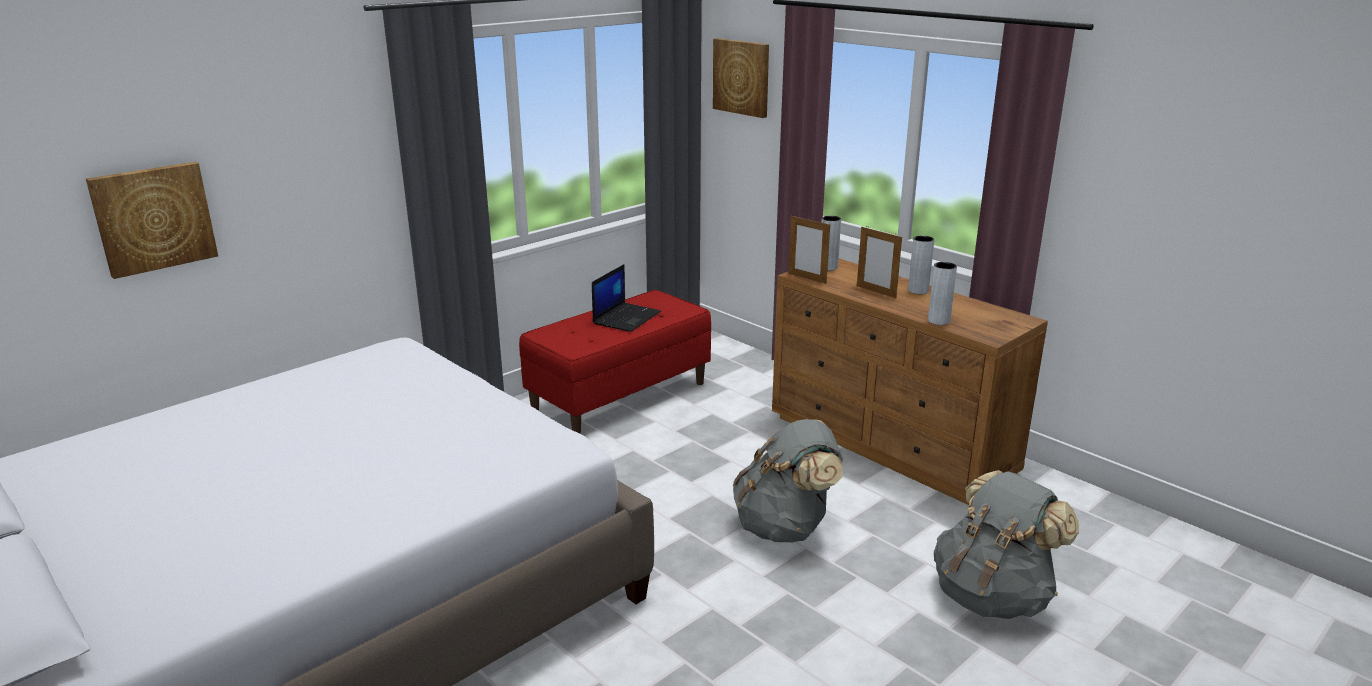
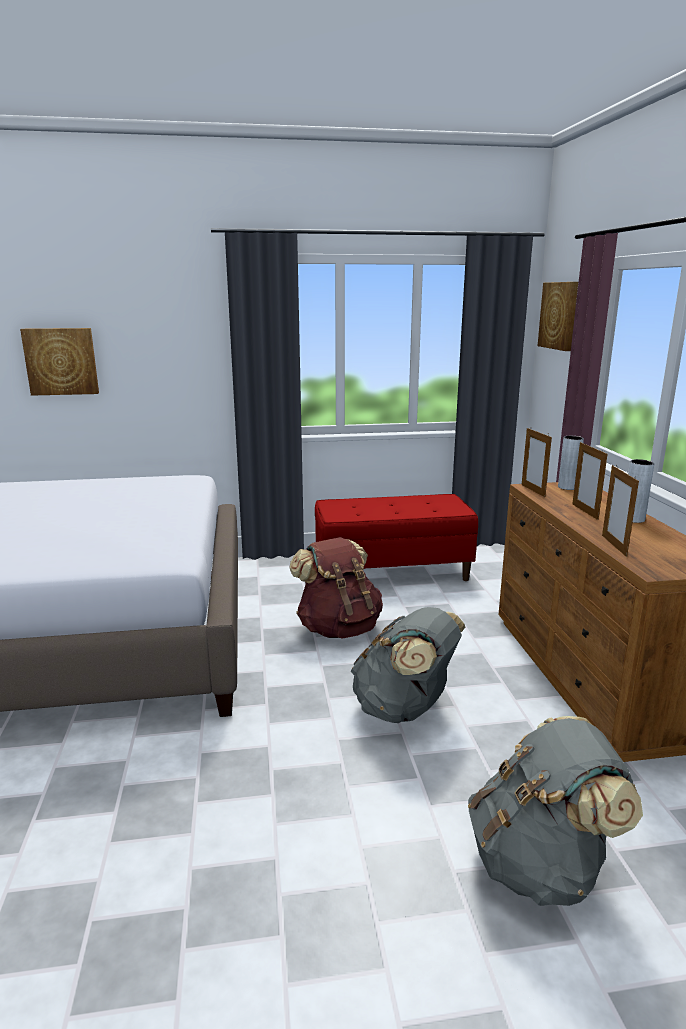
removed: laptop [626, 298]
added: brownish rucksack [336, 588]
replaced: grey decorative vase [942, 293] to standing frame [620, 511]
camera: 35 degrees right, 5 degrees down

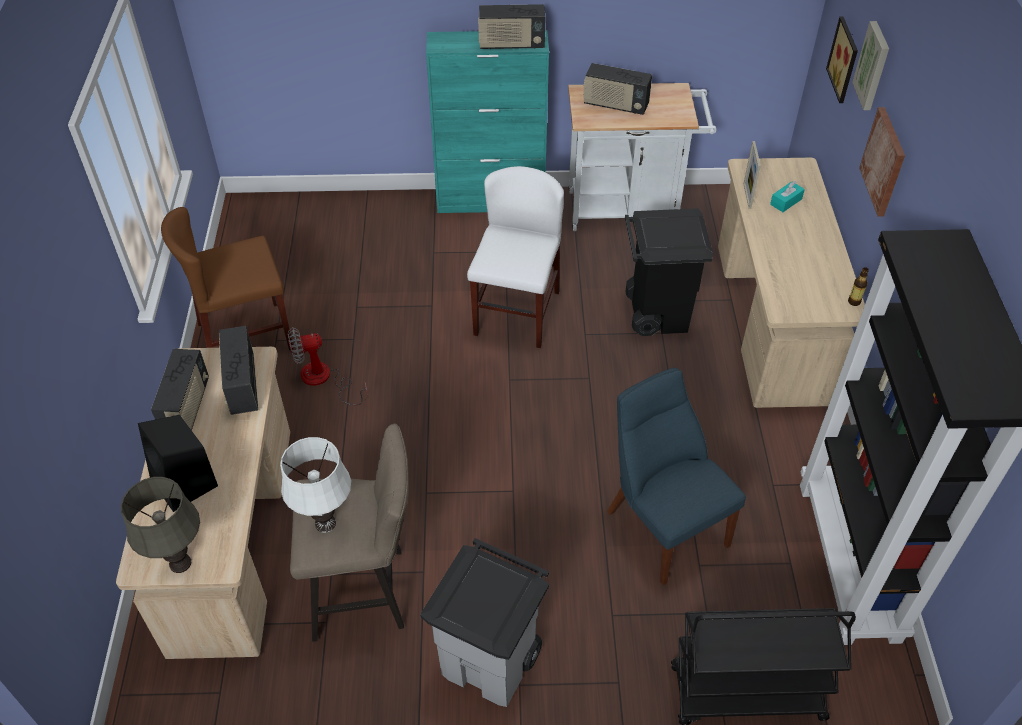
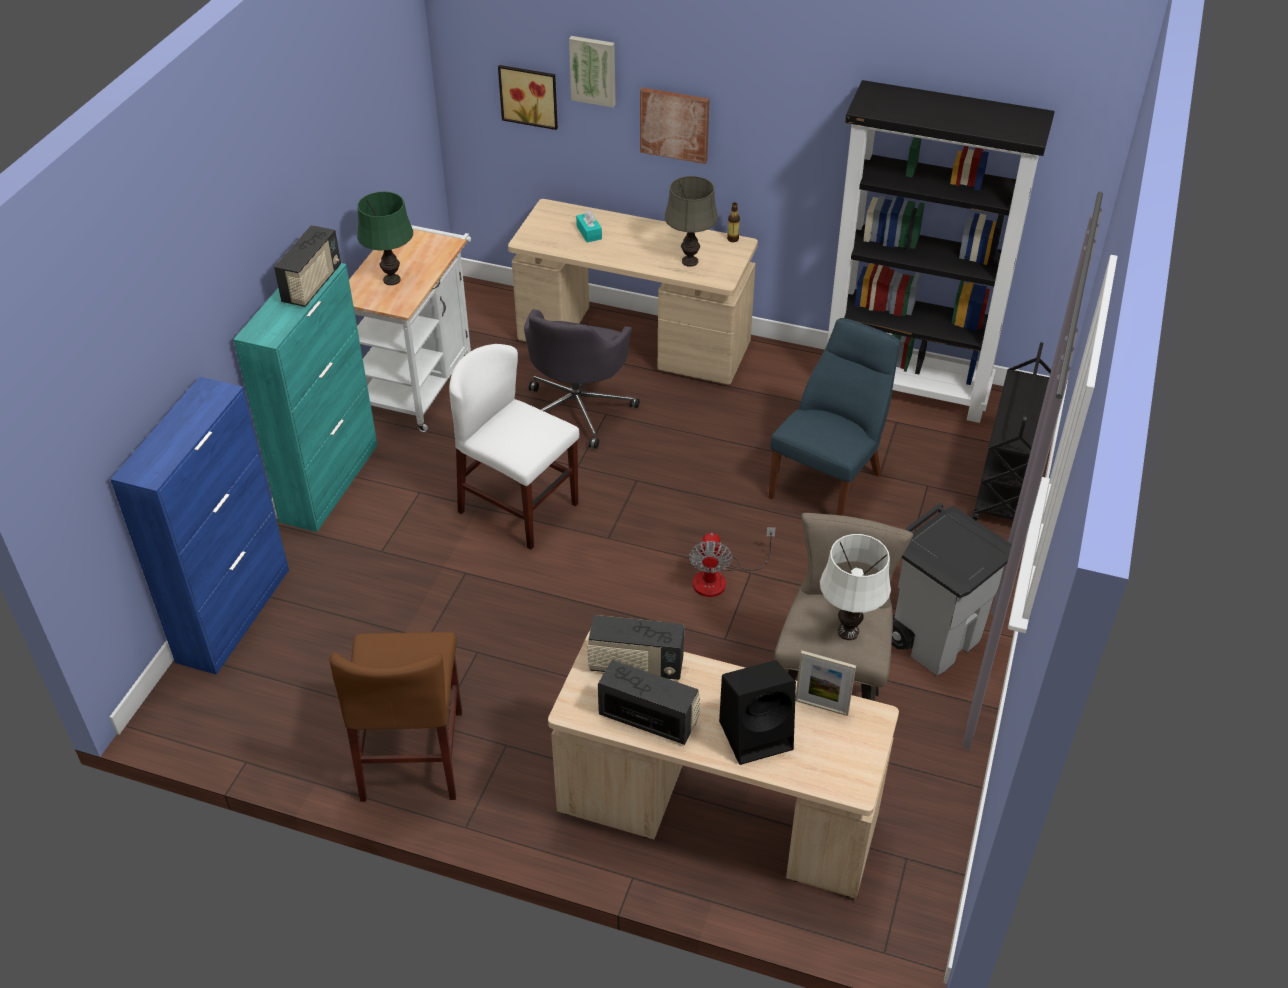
added: blue-coloured cabinet [199, 526]
moved: standing frame [752, 175] to [825, 683]; electric fan [328, 366] to [732, 562]; grey table lamp [160, 525] to [691, 221]
replaced: radio set [617, 89] to greenish table lamp [385, 238]; blackish waste bin [669, 272] to grey desk chair [582, 378]
turned: blue-coloured upright chair [676, 476] = [834, 417] 135 degrees clockwise
camera: 70 degrees left, 5 degrees down

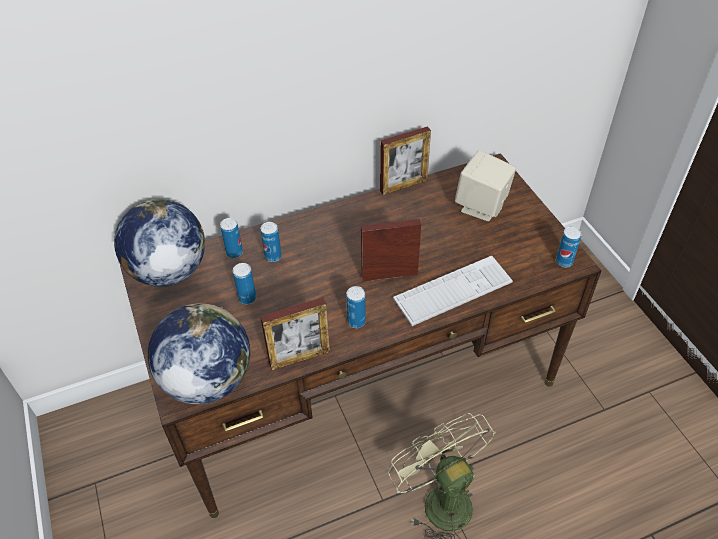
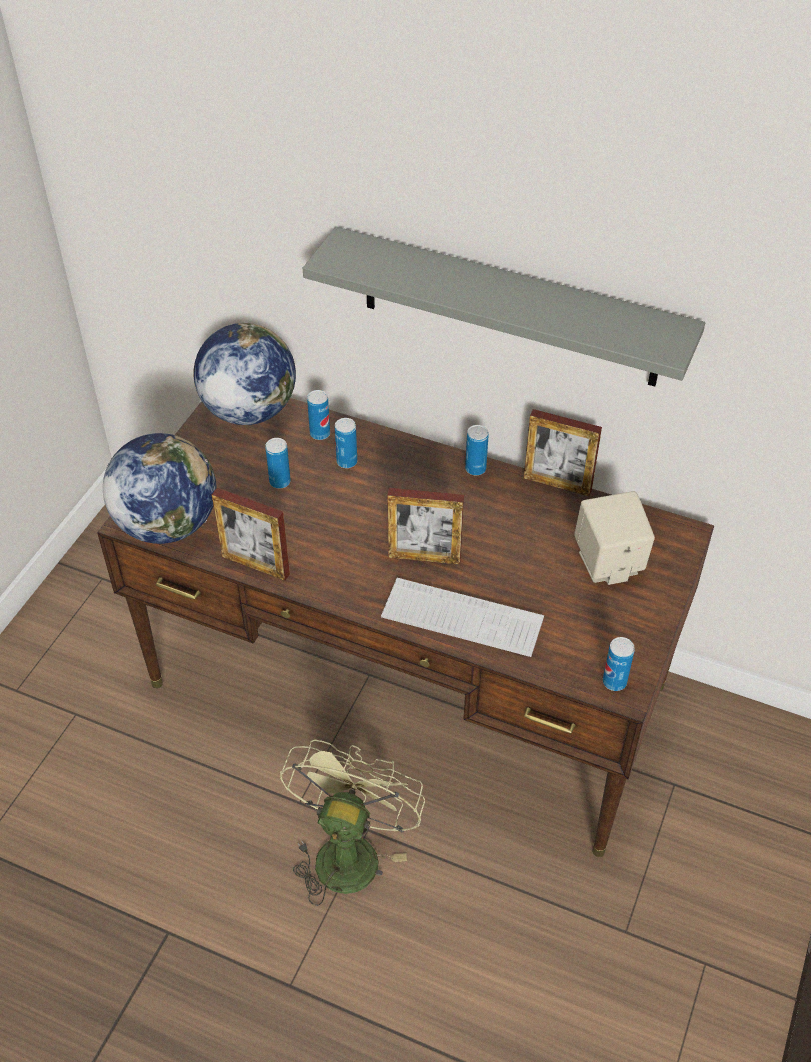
added: grey shelf [504, 307]
moved: can [356, 307] to [477, 450]
turned: standing frame [391, 250] = [425, 526] 150 degrees clockwise
camera: 45 degrees right, 0 degrees up

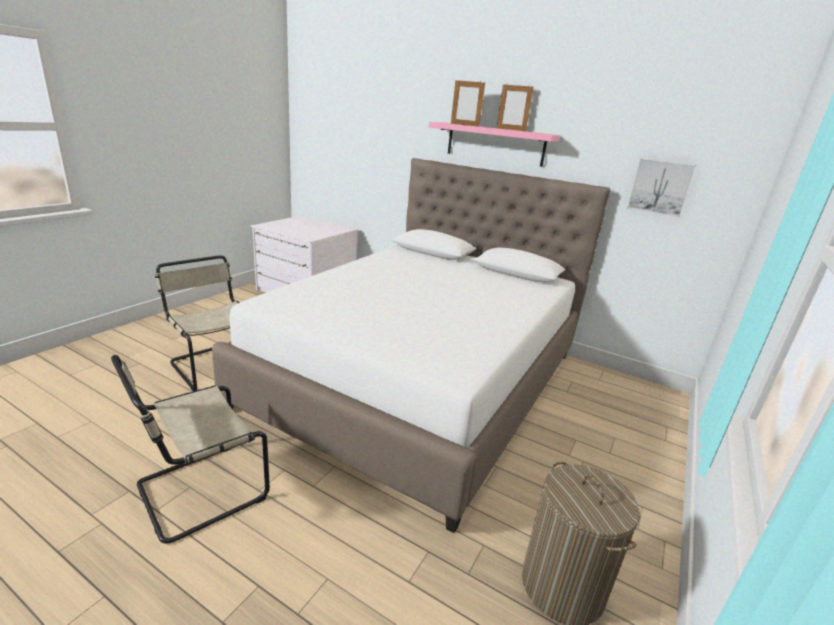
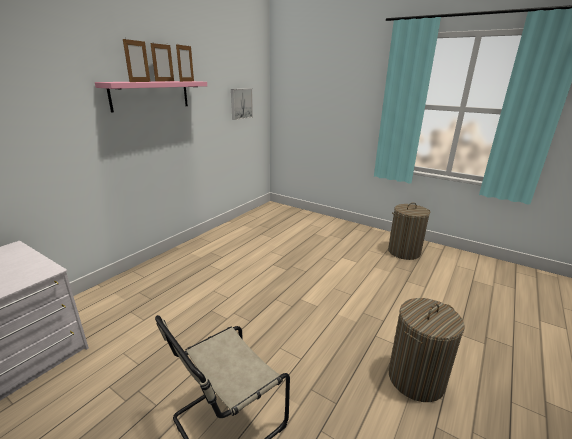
removed: white sleeping bed [411, 345]
added: standing frame [185, 63]
replaced: sand-coloured upright chair [190, 449] to hamper [427, 350]
camera: 85 degrees left, 0 degrees up

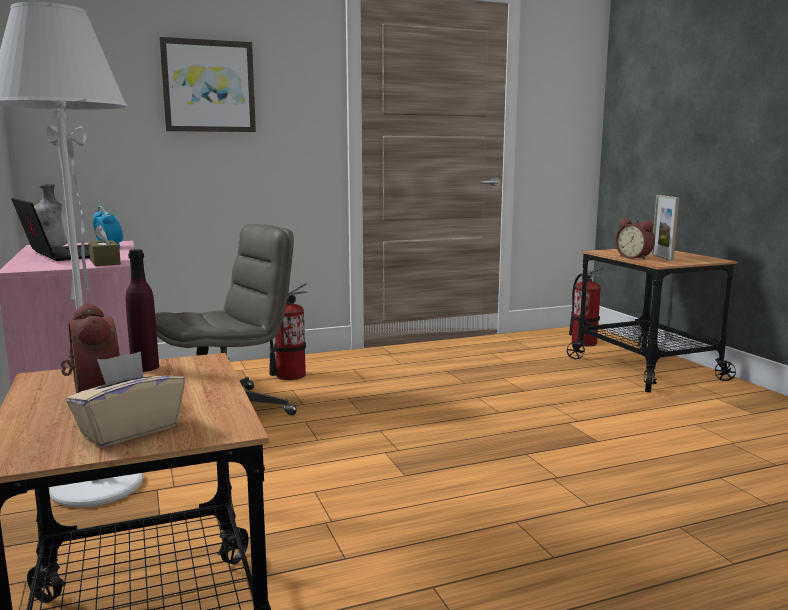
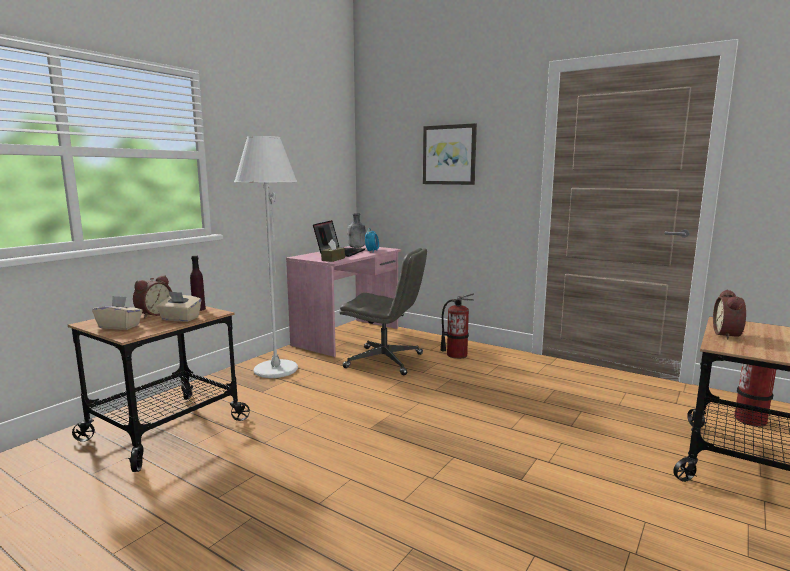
removed: standing frame [665, 228]
added: sand-coloured tissue holder [178, 306]
camera: 55 degrees right, 0 degrees up

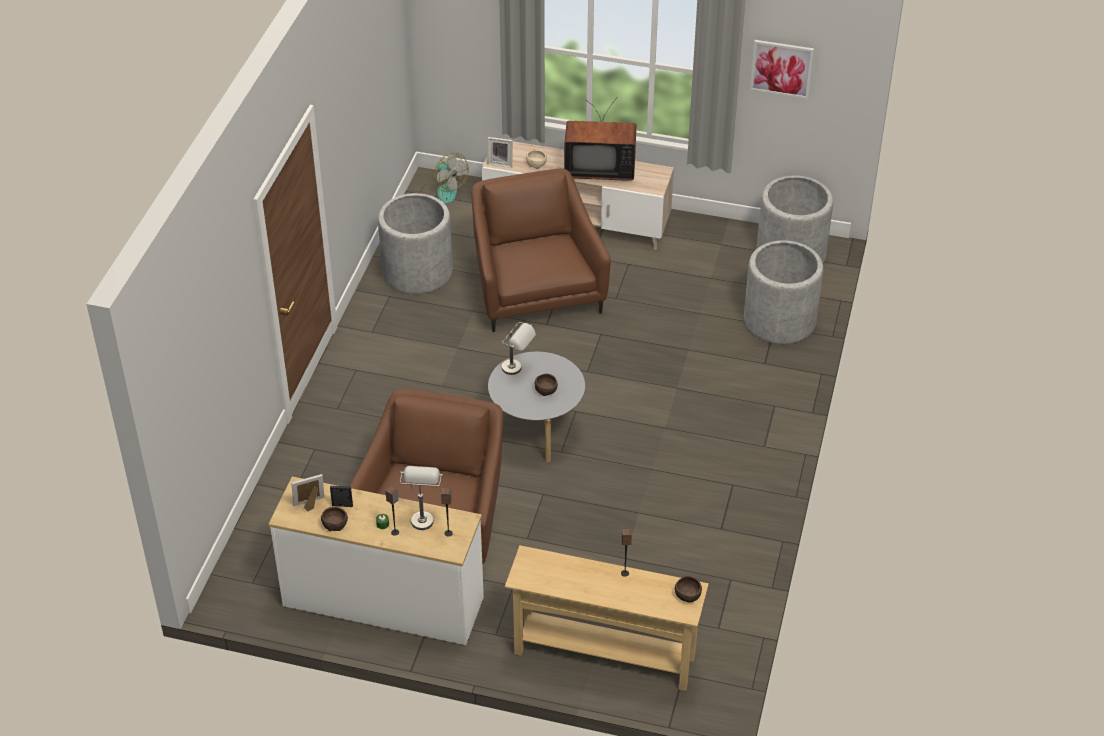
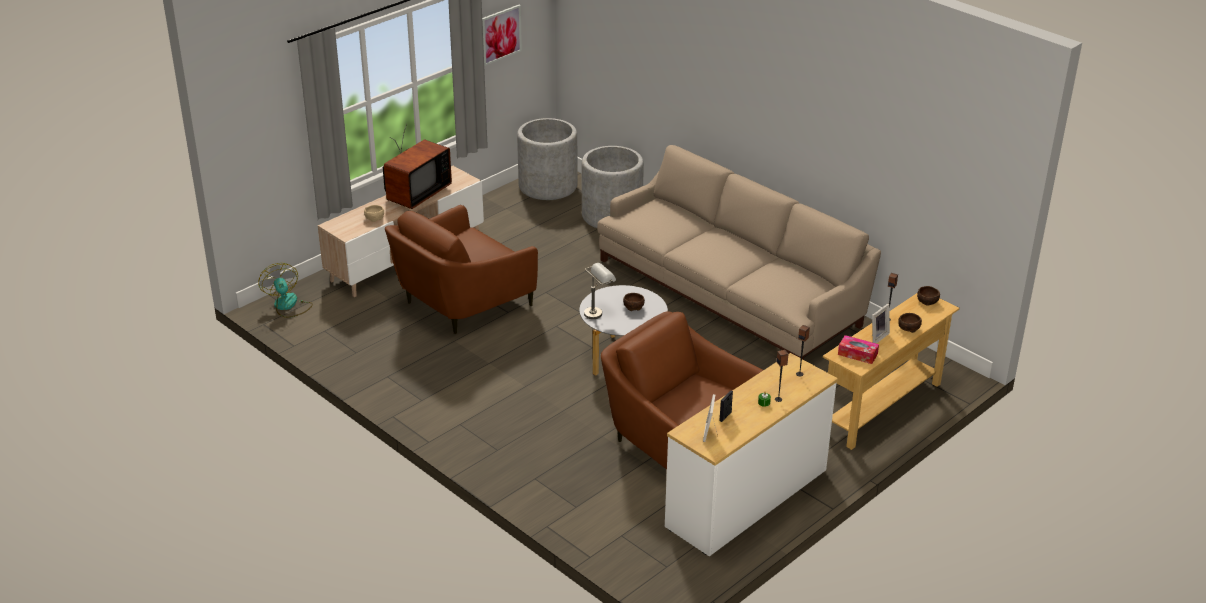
removed: grey flower pot [415, 243]; grey table lamp [421, 498]
added: sand-coloured sofa [739, 252]; tissue holder [858, 349]
moved: standing frame [500, 152] to [881, 324]; brownish serving bowl [334, 519] to [910, 323]
turned: electric fan [444, 178] = [285, 290] 105 degrees counterclockwise; brownish easy chair [541, 250] = [461, 269] 60 degrees counterclockwise
camera: 60 degrees left, 10 degrees down

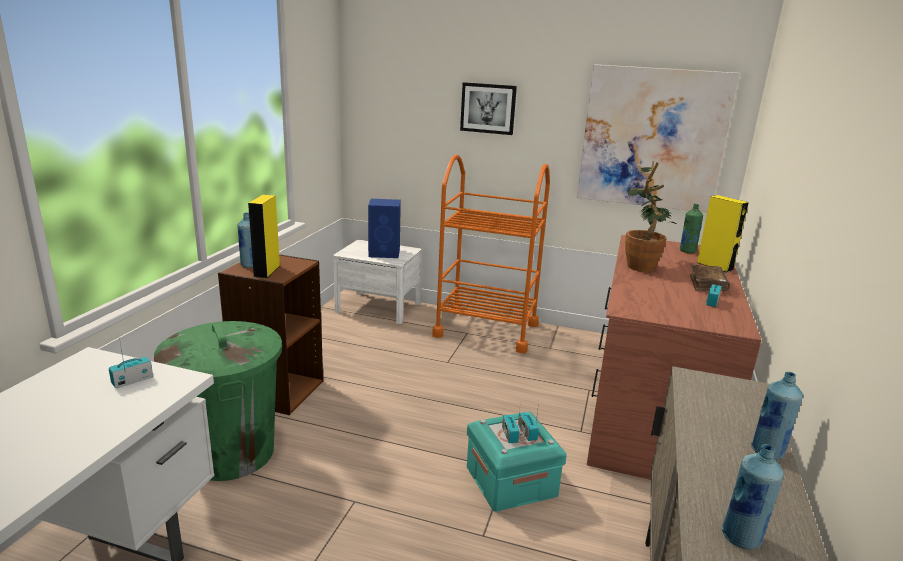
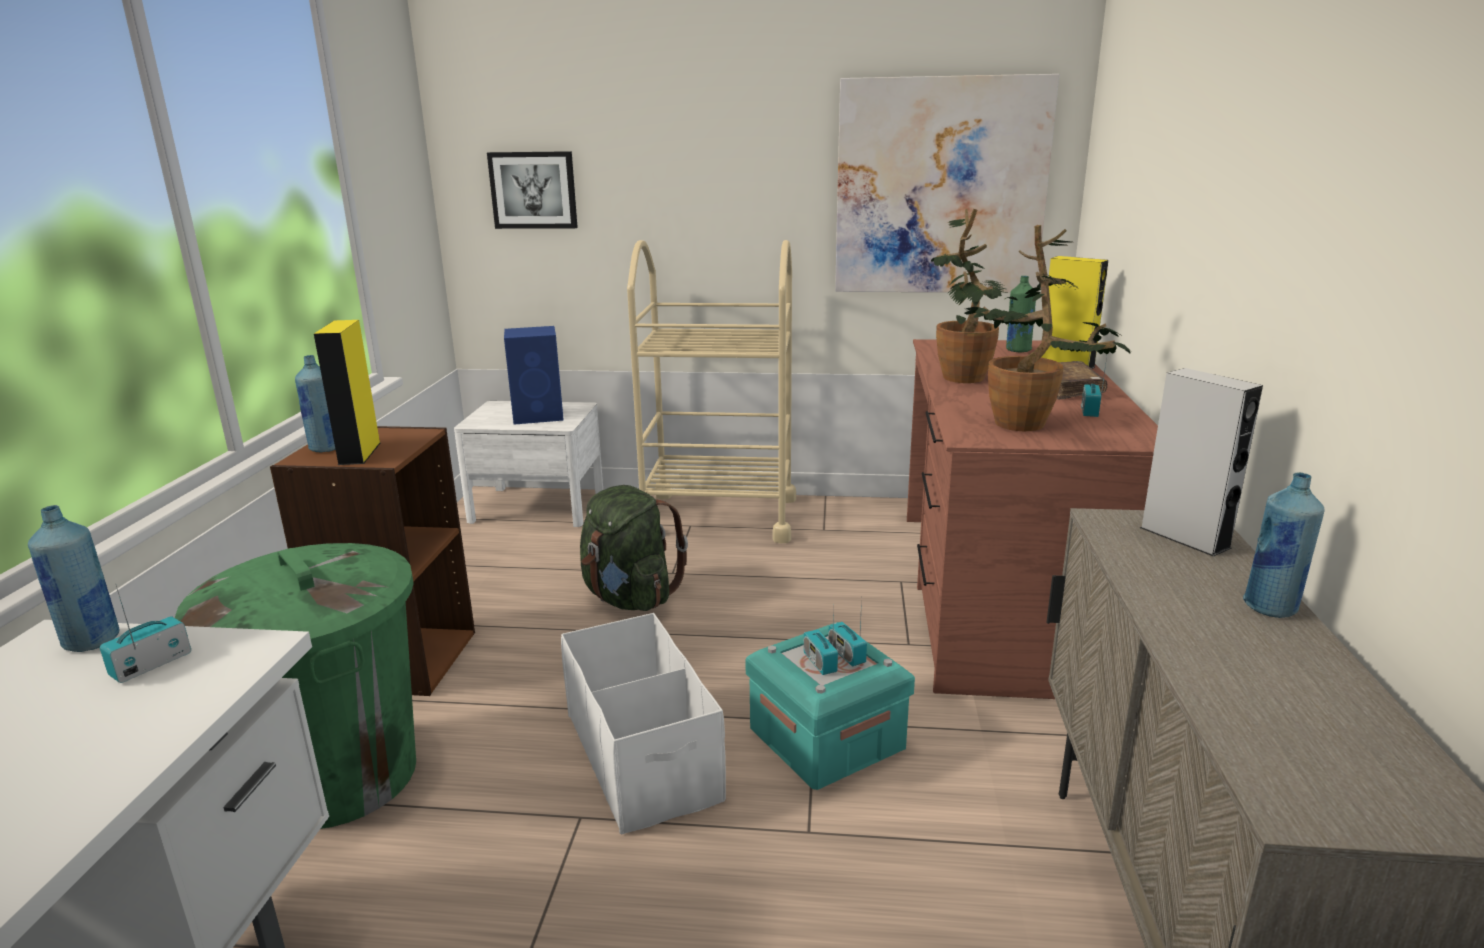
added: houseplant [1044, 328]; grey speaker [1201, 462]; greenish rucksack [634, 548]; white storage container [643, 723]
moved: wall art [488, 108] to [532, 190]; blue-coloured beverage bottle [752, 496] to [73, 578]
recoloured: orange cart [491, 254] to sand-coloured cart [711, 392]
camera: 10 degrees left, 0 degrees up

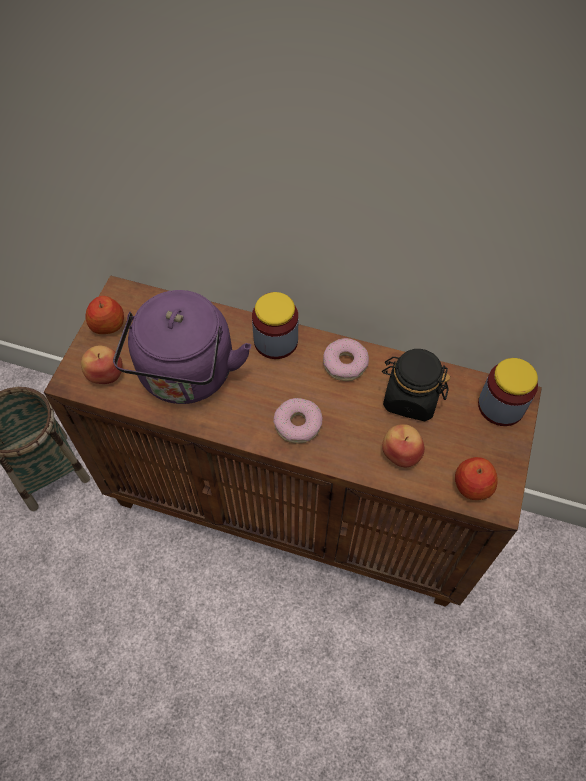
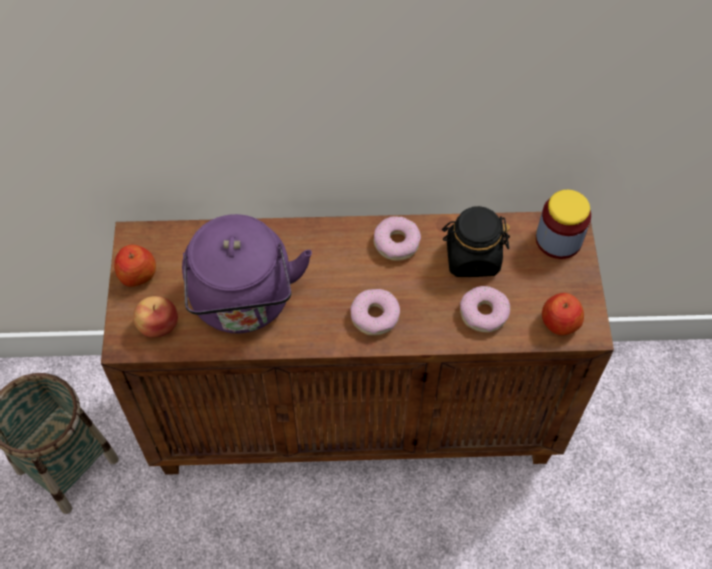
removed: storage jar [275, 325]
replaced: whole apple [403, 445] to ring doughnut [485, 309]
camera: 20 degrees left, 0 degrees up

